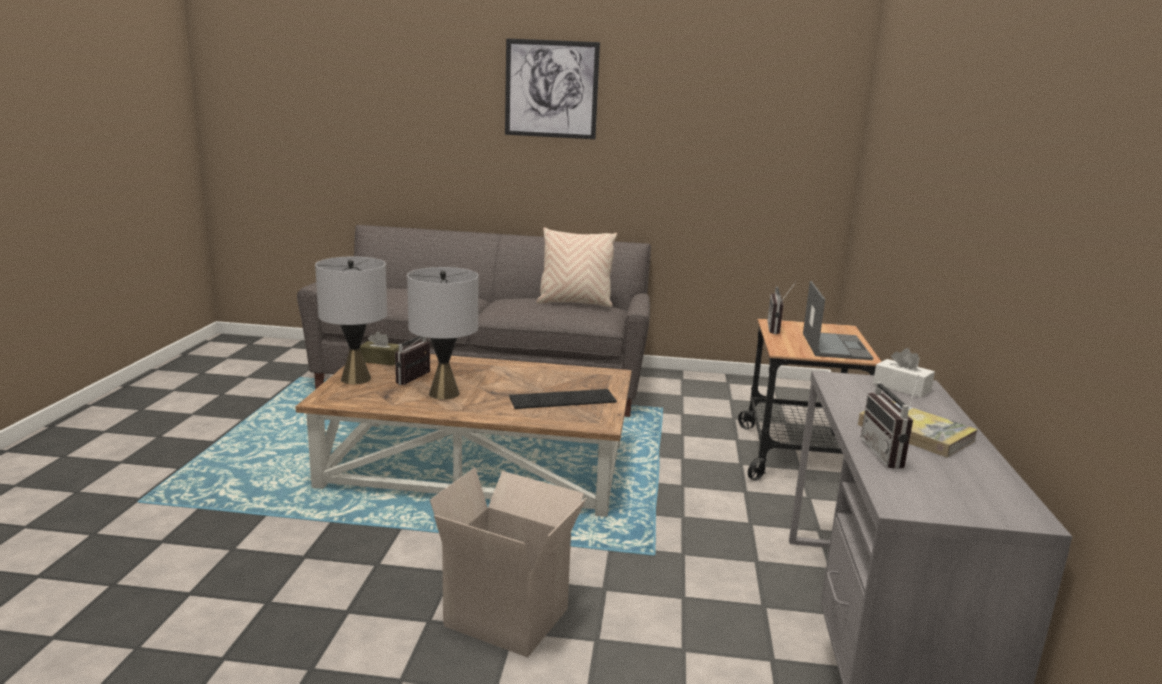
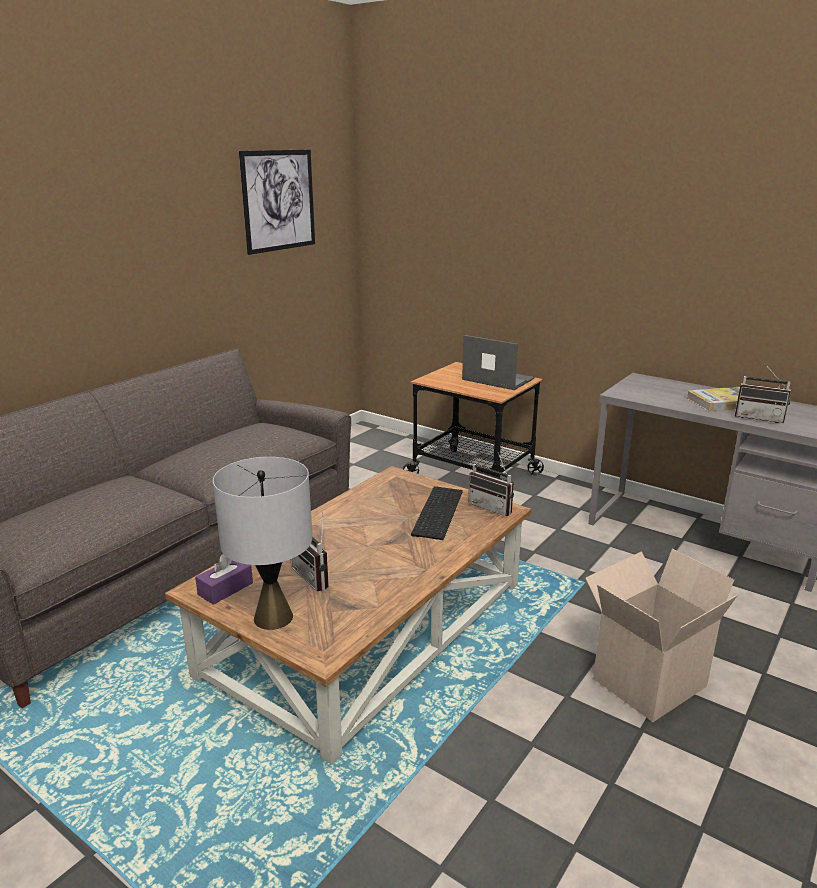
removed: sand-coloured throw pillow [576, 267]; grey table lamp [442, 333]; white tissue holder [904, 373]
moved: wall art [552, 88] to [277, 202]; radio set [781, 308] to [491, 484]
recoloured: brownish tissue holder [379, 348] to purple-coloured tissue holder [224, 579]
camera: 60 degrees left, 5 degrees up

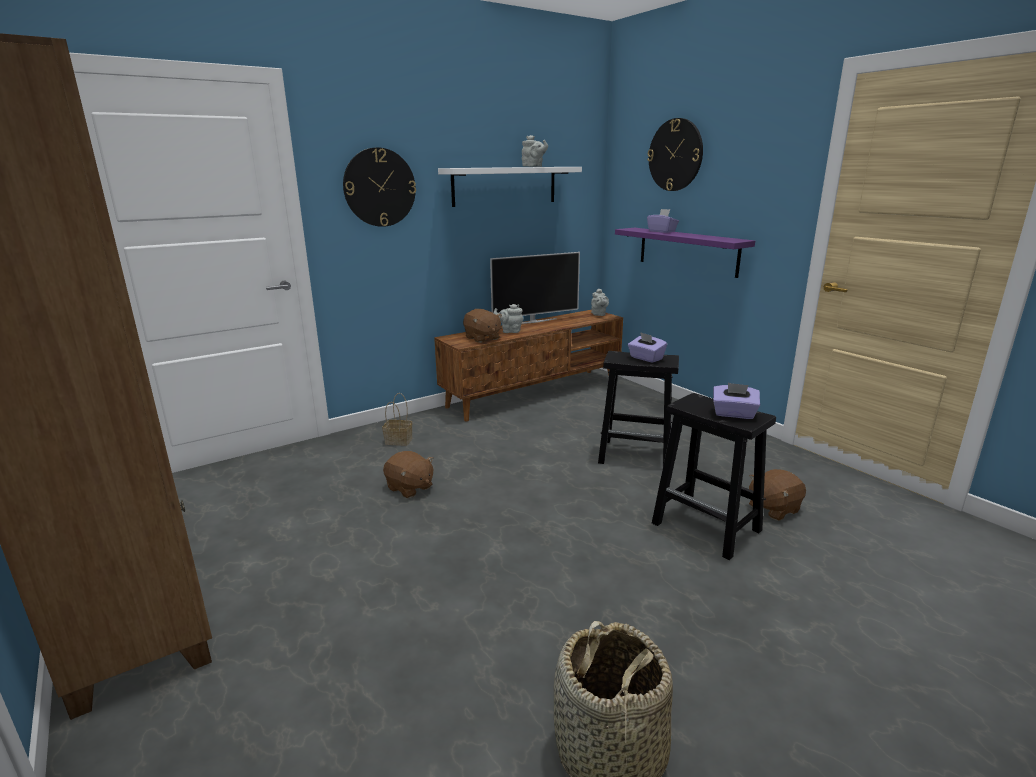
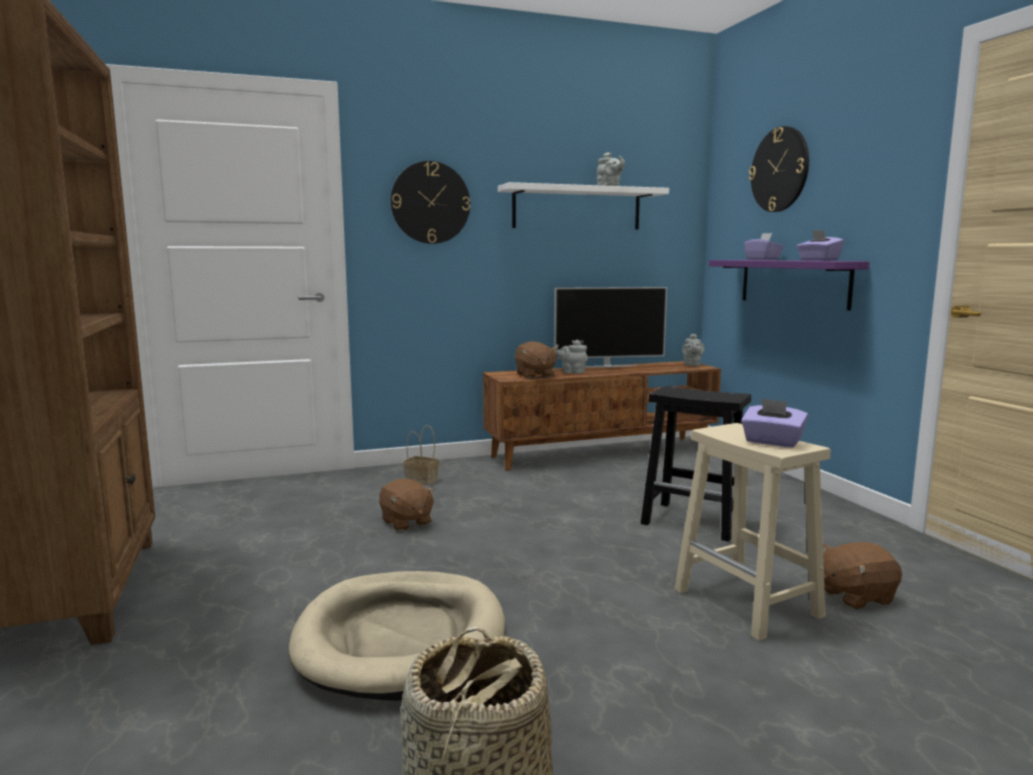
added: sand-coloured pet bed [397, 636]
moved: purple-coloured tissue holder [647, 347] to [820, 245]
recoloured: blackish stool seat [714, 476] to sand-coloured stool seat [752, 532]
camera: 15 degrees right, 10 degrees down

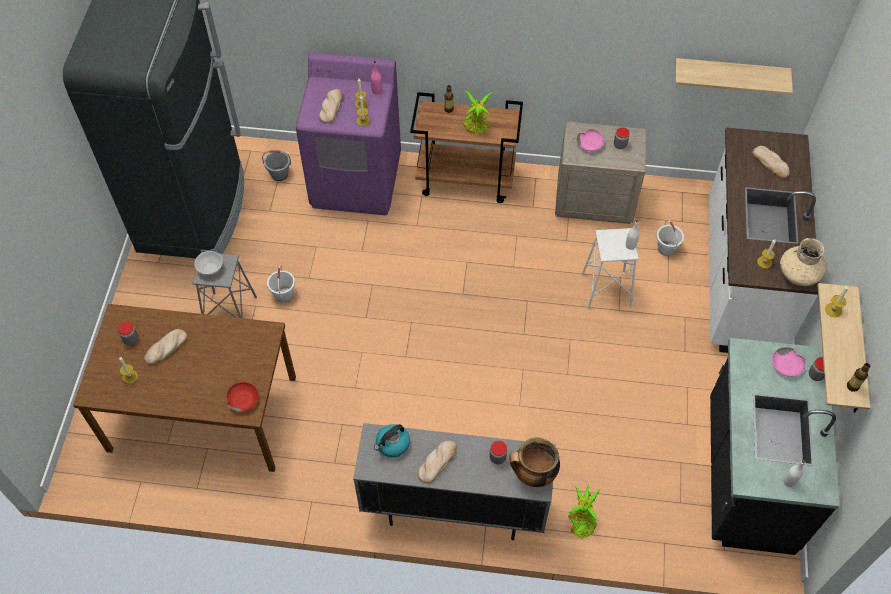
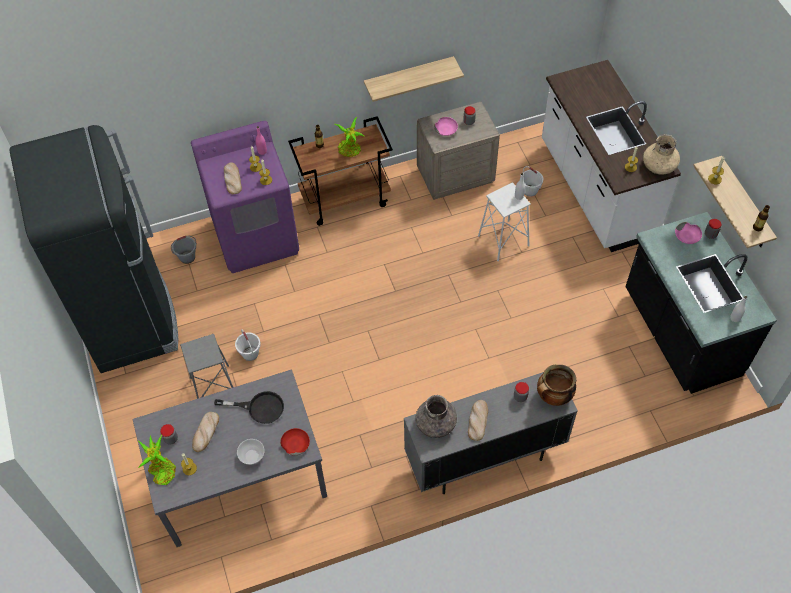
removed: bread [771, 162]
added: blackish skillet [249, 407]
moved: shelf [734, 76] to [414, 79]; serving bowl [208, 263] to [251, 452]; houseplant [584, 511] to [157, 460]
replaced: kettle [392, 440] to grey decorative vase [436, 416]
recoloured: brownish kitchen table [184, 388] to grey kitchen table [229, 458]
camera: 25 degrees left, 0 degrees up

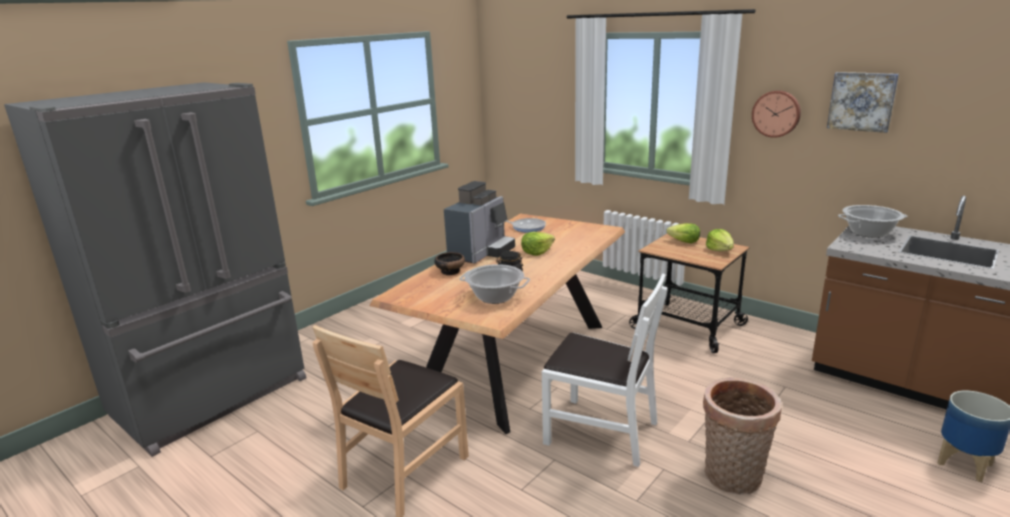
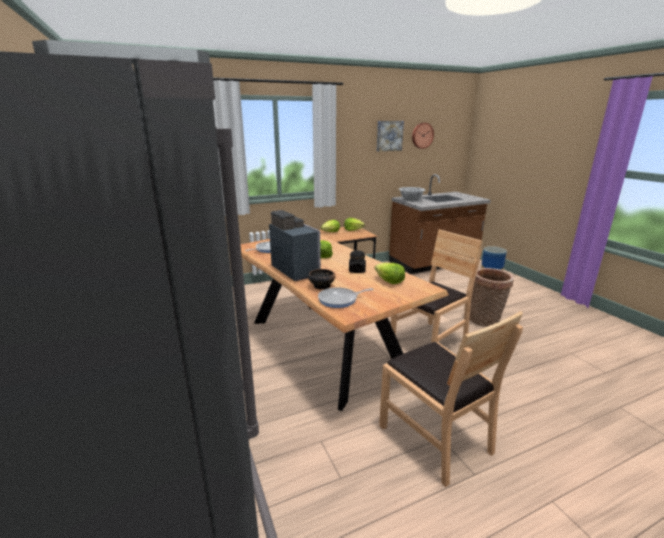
added: skillet [346, 297]
moved: clock on the wall [776, 114] to [423, 136]
replaced: saucepot [494, 284] to lettuce [390, 273]
recoloured: white upright chair [604, 370] to brownish upright chair [437, 286]
camera: 65 degrees left, 0 degrees up

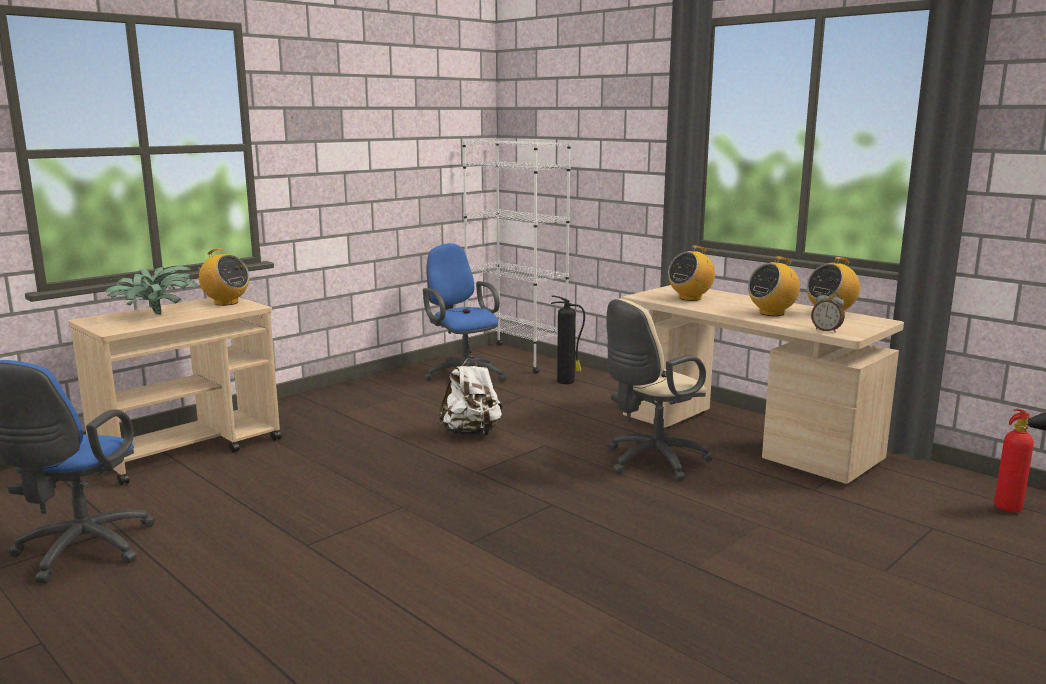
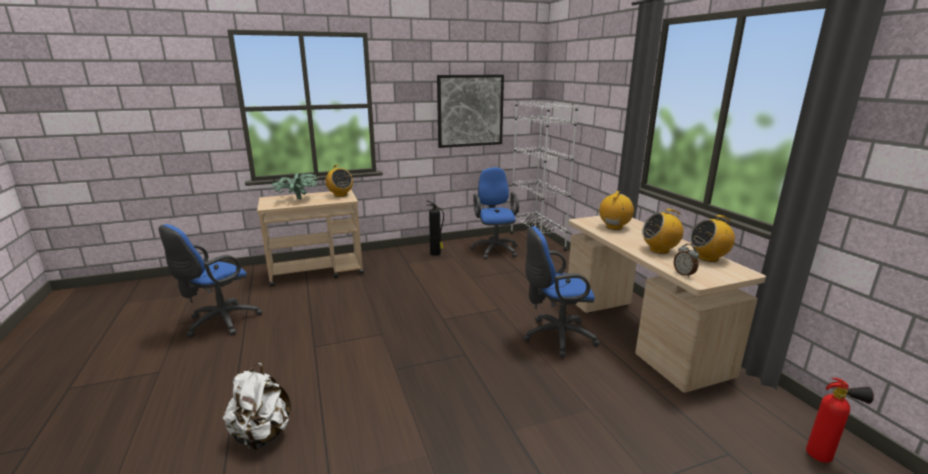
added: wall art [470, 111]
moved: fire extinguisher [568, 339] to [435, 228]; white rucksack [470, 396] to [257, 406]
recoloured: sand-coloured desk chair [659, 390] to blue-coloured desk chair [561, 291]
turned: radio set [691, 273] = [616, 210] 135 degrees clockwise
camera: 25 degrees right, 5 degrees up

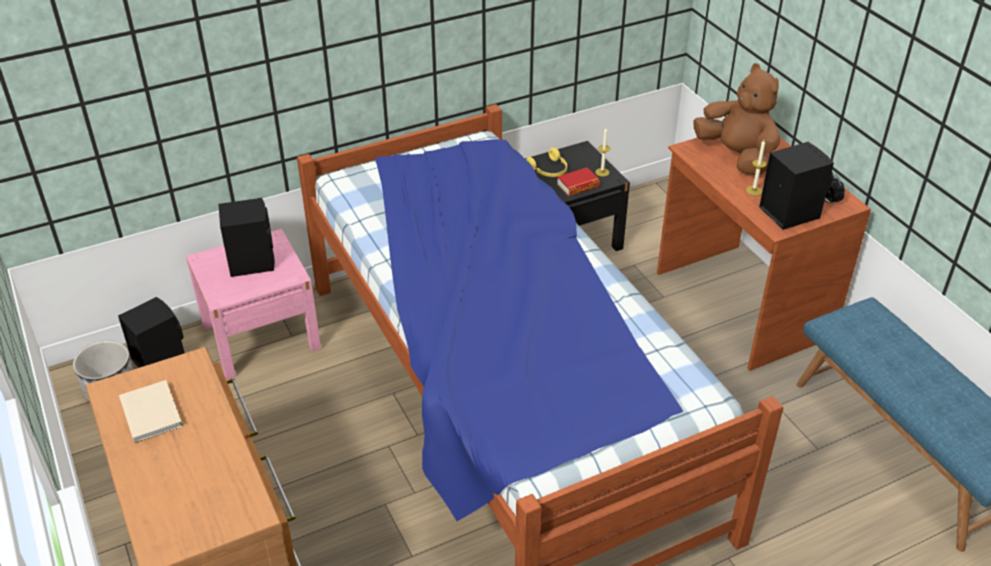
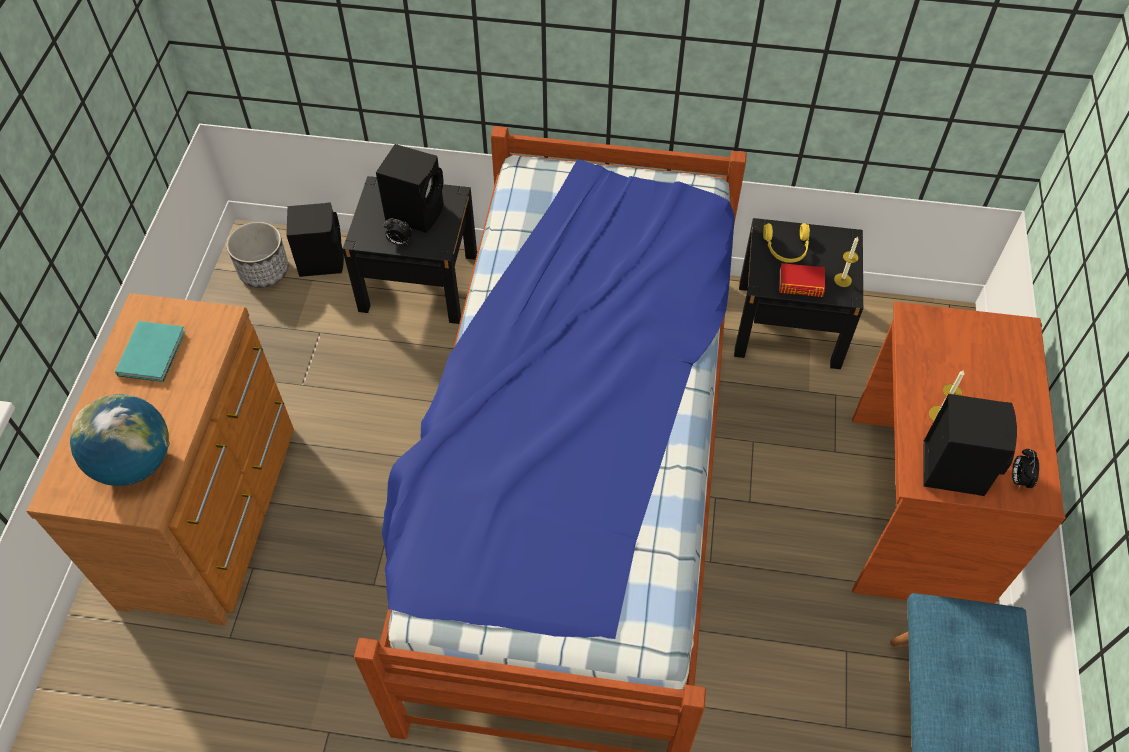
removed: brownish soft toy [736, 119]
added: alarm clock [398, 231]; globe [120, 440]
recoloured: pink nightstand [253, 304] to blackish nightstand [409, 250]; sand-coloured bound book [151, 411] to turquoise bound book [150, 351]
camera: 35 degrees right, 15 degrees up

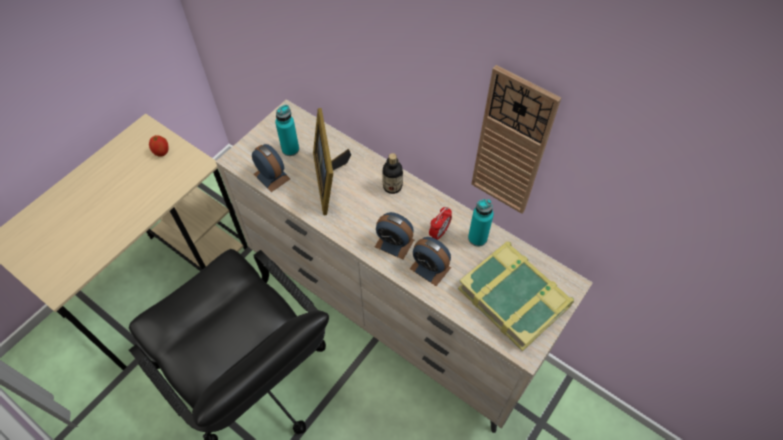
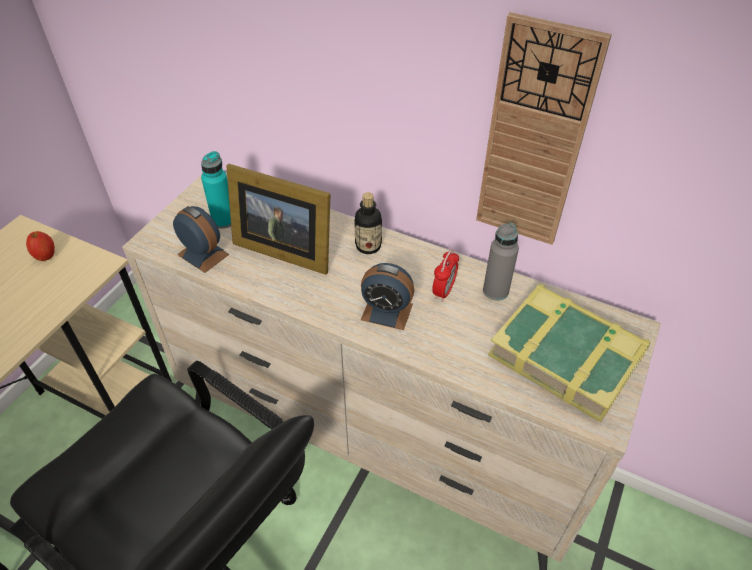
removed: alarm clock [430, 261]
recoloured: turquoise beverage bottle [481, 223] to grey beverage bottle [501, 262]
turned: standing frame [332, 161] = [278, 219] 45 degrees counterclockwise
camera: 10 degrees left, 10 degrees down

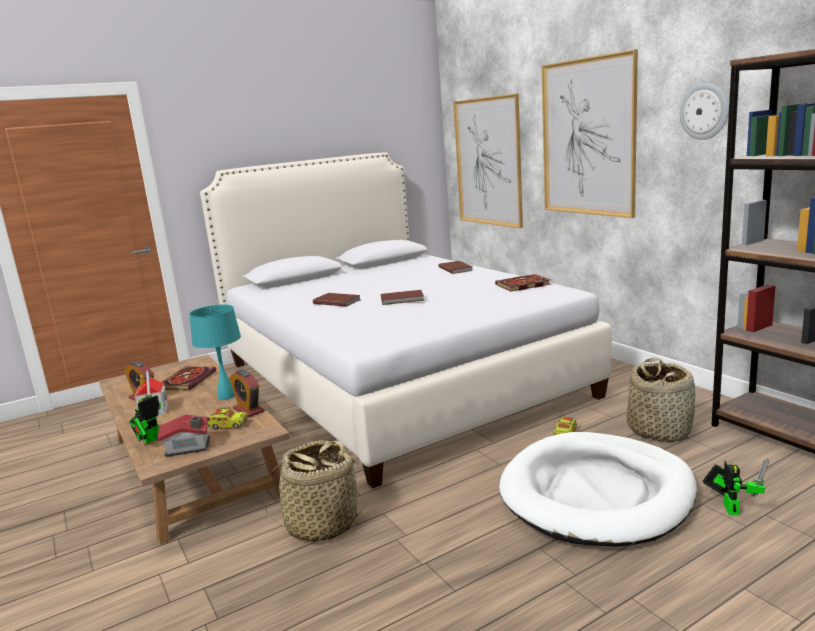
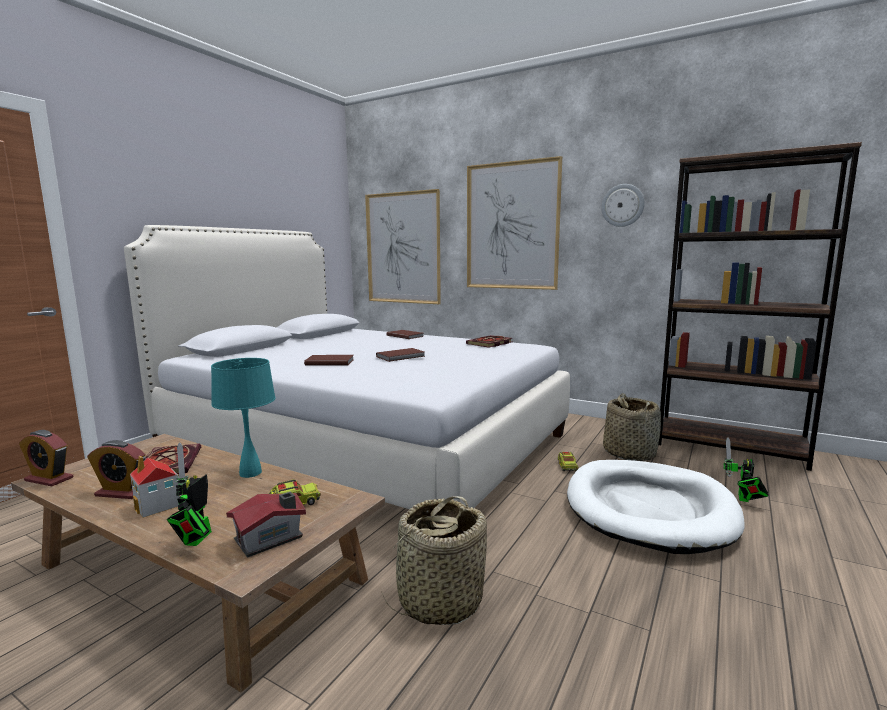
moved: alarm clock [247, 393] to [46, 458]
turned: model robot [736, 486] = [746, 470] 135 degrees counterclockwise
camera: 30 degrees left, 5 degrees down

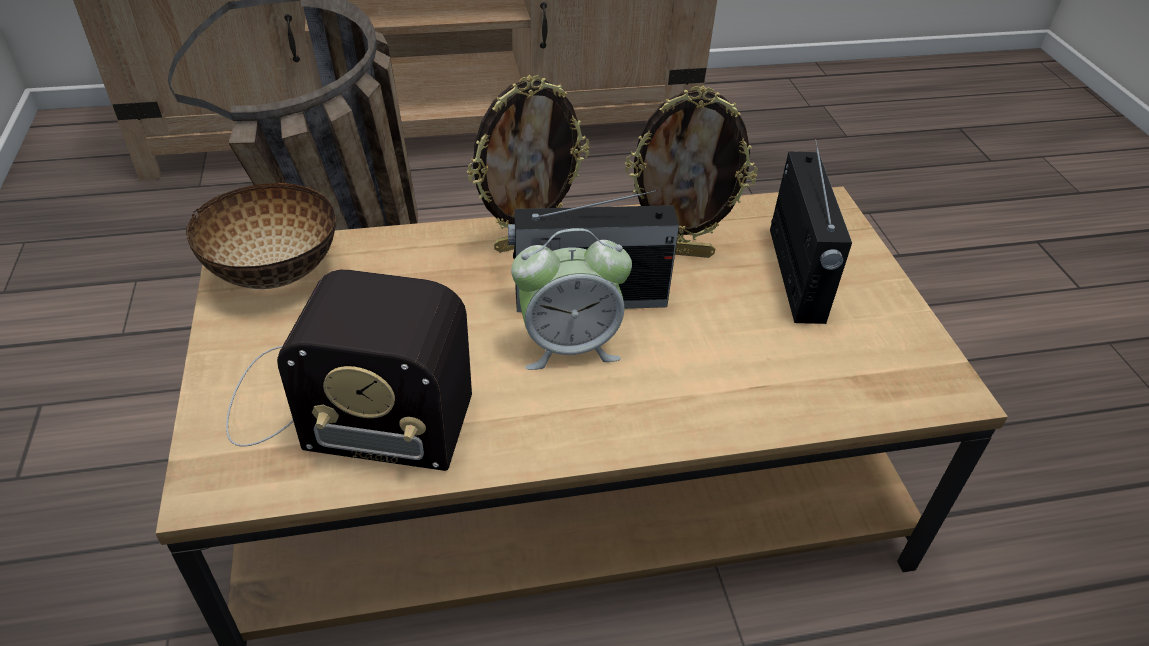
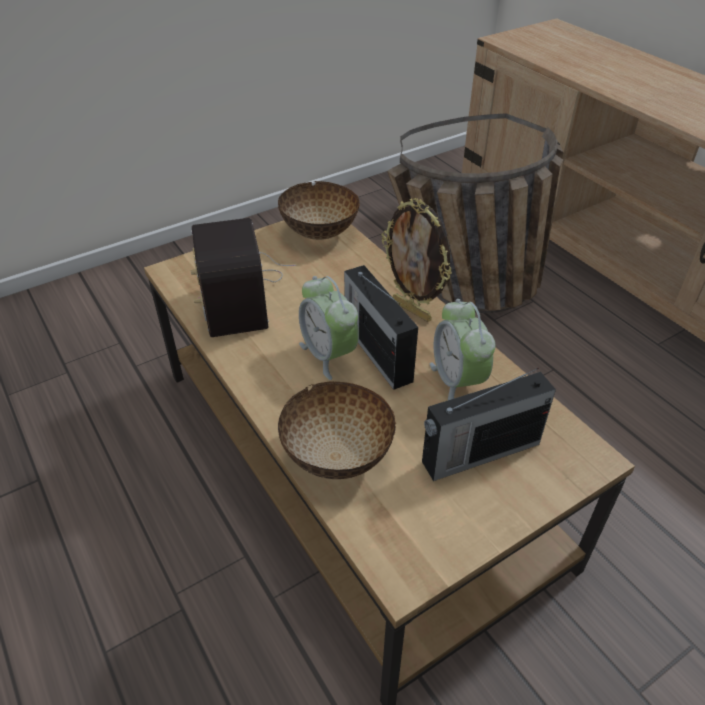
added: serving bowl [337, 430]
replaced: standing frame [691, 171] to alarm clock [462, 349]
camera: 70 degrees right, 0 degrees up

